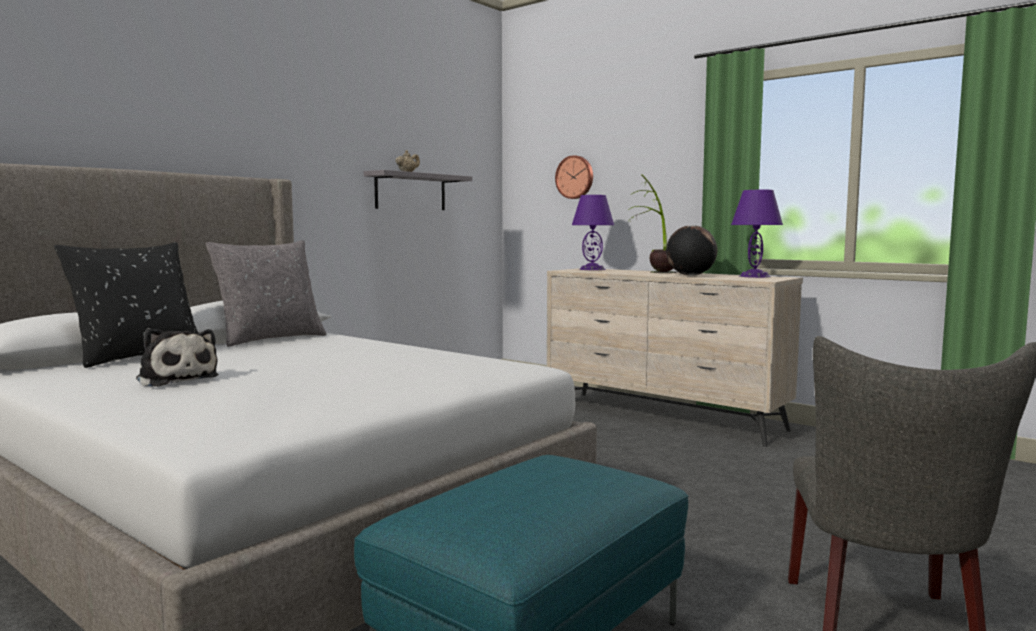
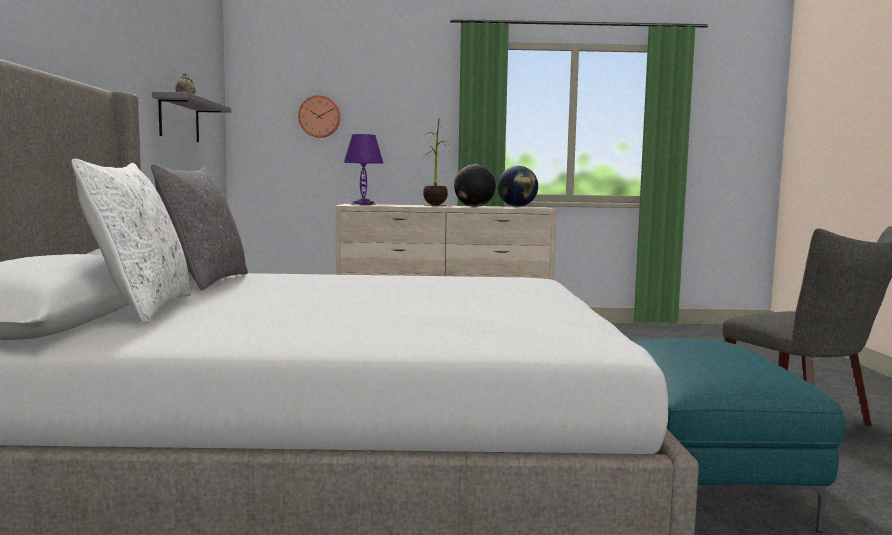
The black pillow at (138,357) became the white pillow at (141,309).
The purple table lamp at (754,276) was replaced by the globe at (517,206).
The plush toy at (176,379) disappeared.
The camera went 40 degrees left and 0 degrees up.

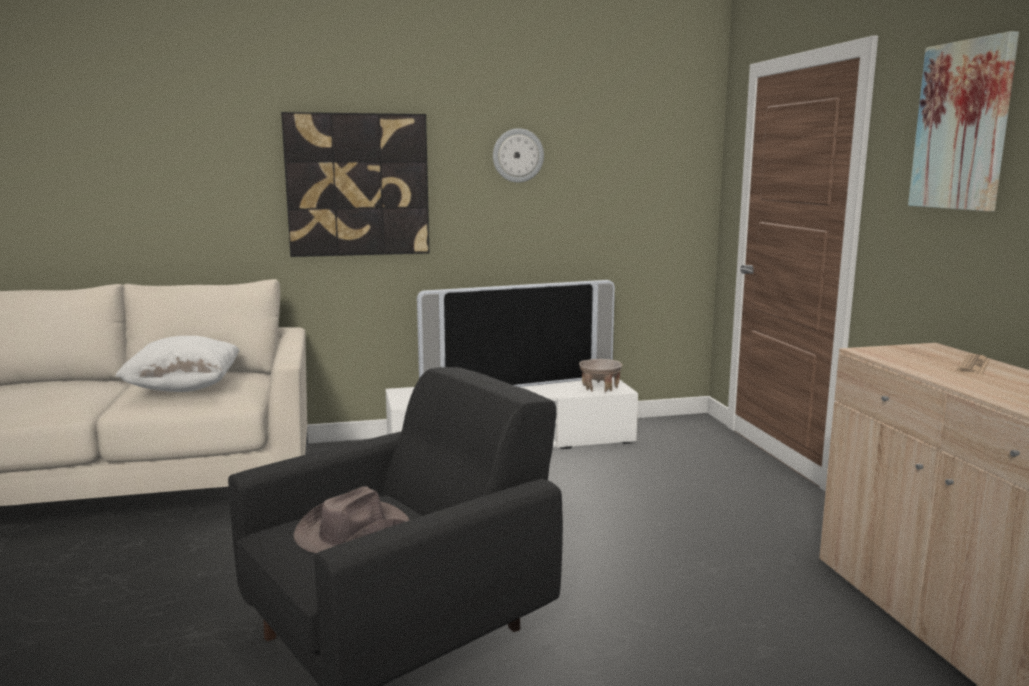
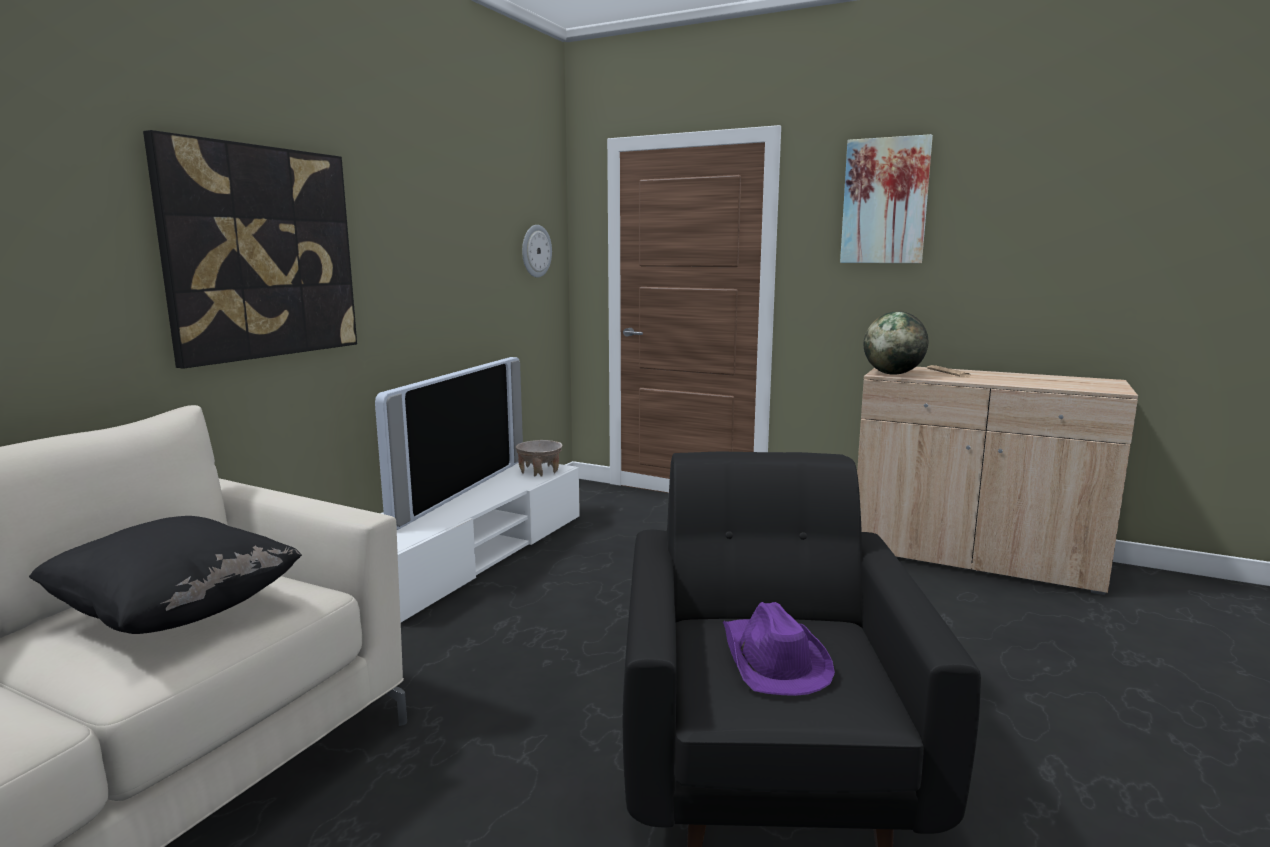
The white pillow at (184,388) became the black pillow at (177,614).
The wall clock moved from (518,155) to (535,251).
The brown hat at (351,531) became the purple hat at (772,659).
The globe at (892,374) appeared.
The camera went 50 degrees left and 0 degrees up.

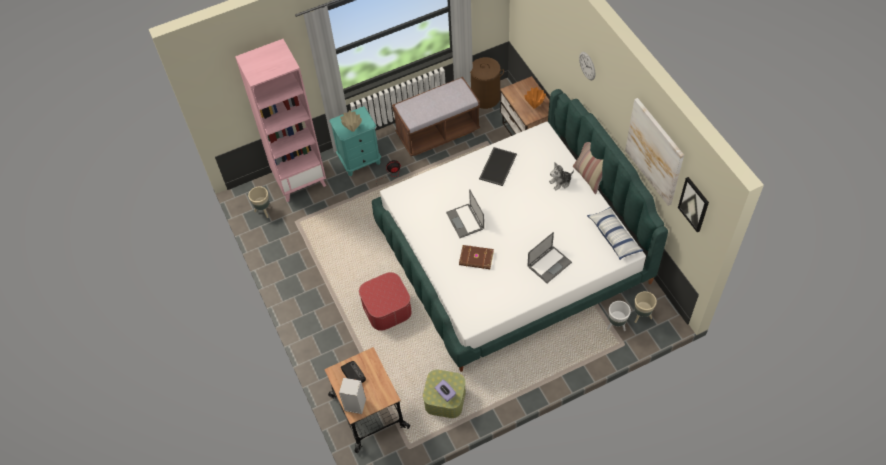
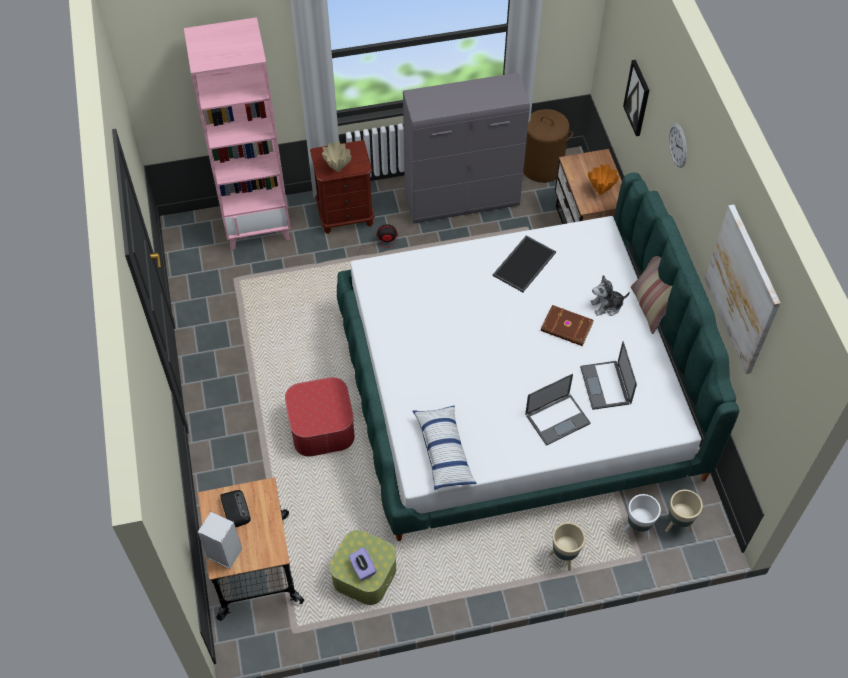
The turquoise nightstand at (360,161) became the brown nightstand at (346,216).
The brown bench at (438,133) was replaced by the grey cabinet at (463,201).
The pillow moved from (614,237) to (444,452).
The brown book moved from (476,259) to (566,328).
The beige planter moved from (263,211) to (564,557).
The laptop moved from (465,221) to (606,386).
The picture moved from (694,204) to (637,98).
The camera went 10 degrees right and 0 degrees up.

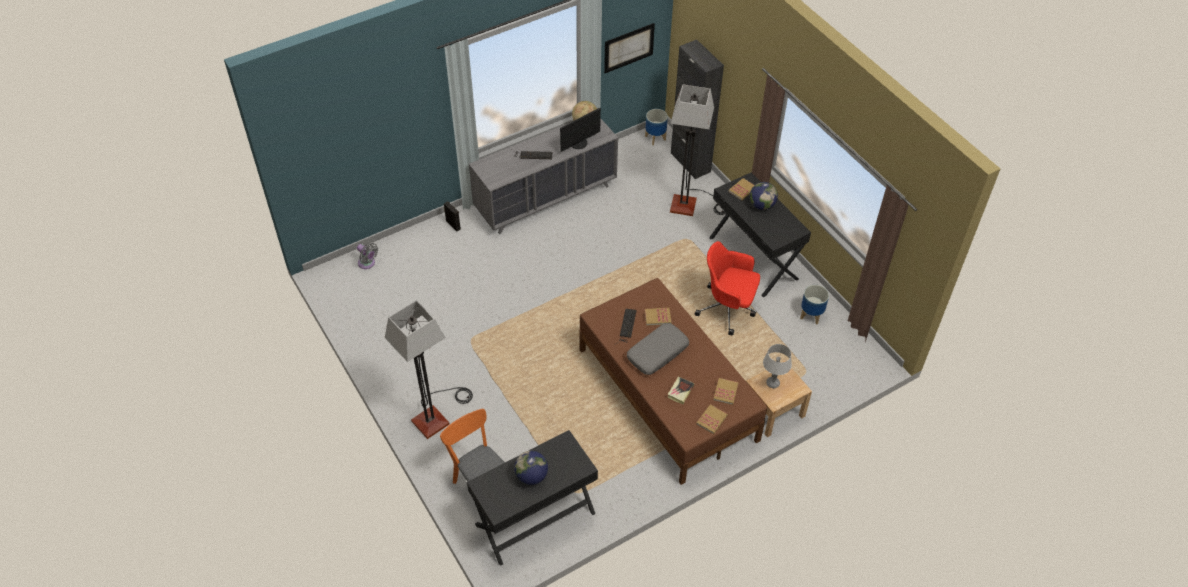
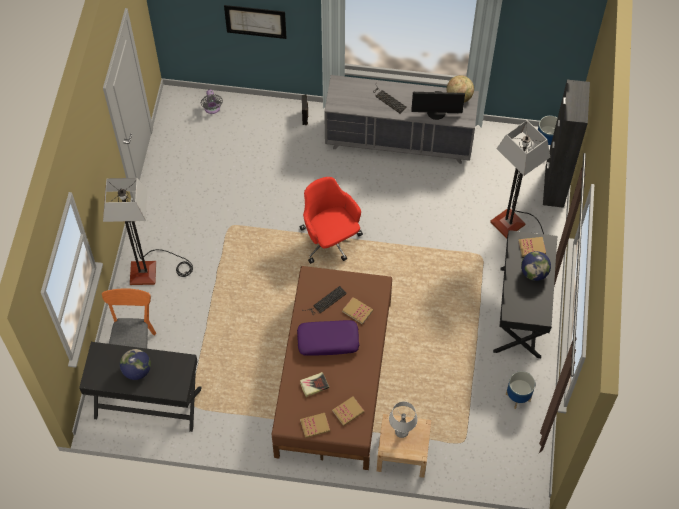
The picture moved from (629,48) to (255,21).
The grey pillow at (657,352) became the purple pillow at (328,340).
The red office chair moved from (727,309) to (330,240).
The camera went 40 degrees right and 10 degrees up.

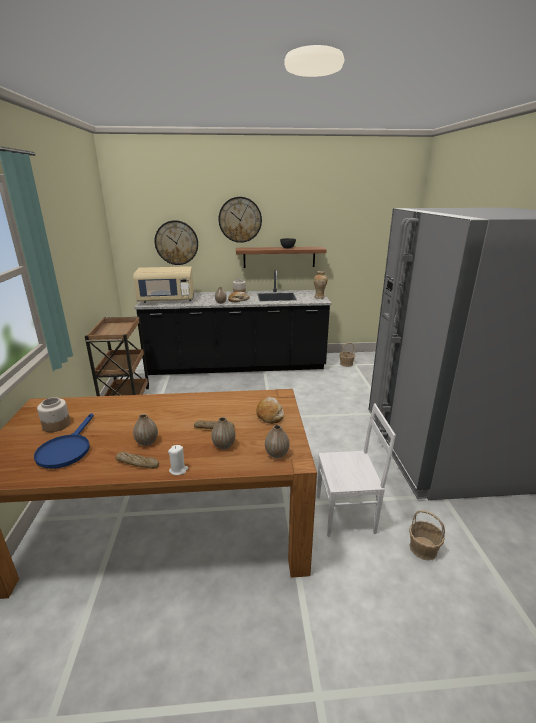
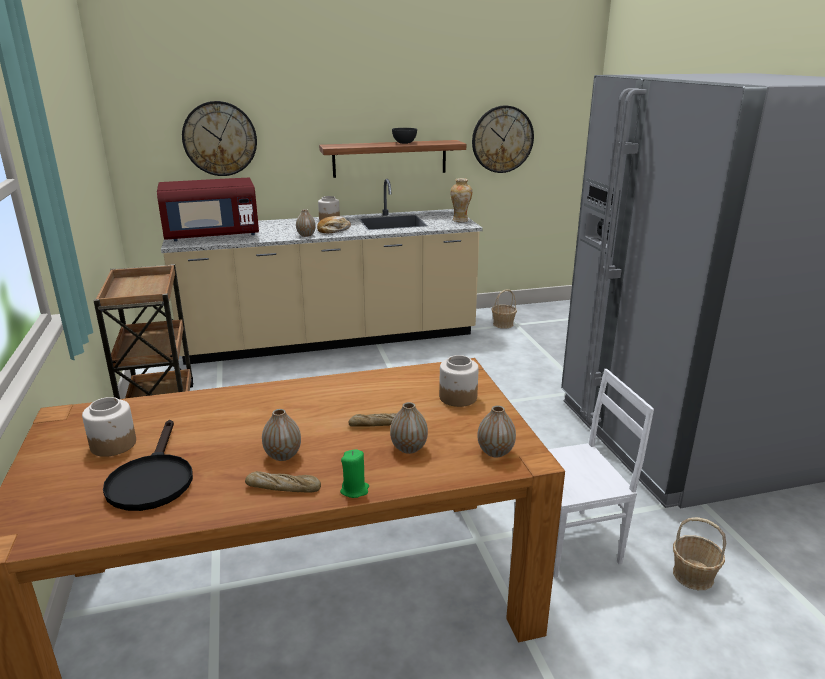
The blue frying pan at (67,449) became the black frying pan at (152,479).
The beige microwave at (167,300) became the red microwave at (212,235).
The black counter at (237,366) became the beige counter at (331,339).
The white candle at (178,470) became the green candle at (355,490).
The bread at (269,414) was replaced by the jar at (457,397).
The wall clock moved from (240,220) to (502,139).
The camera went 10 degrees left and 0 degrees up.

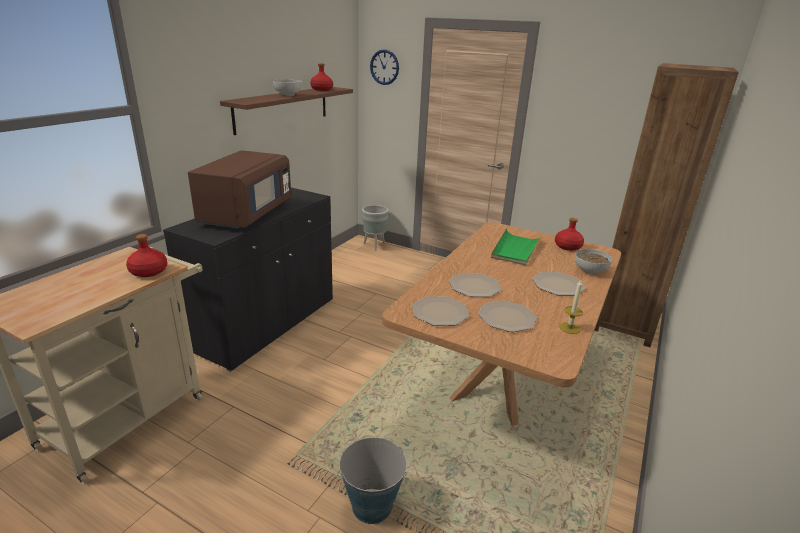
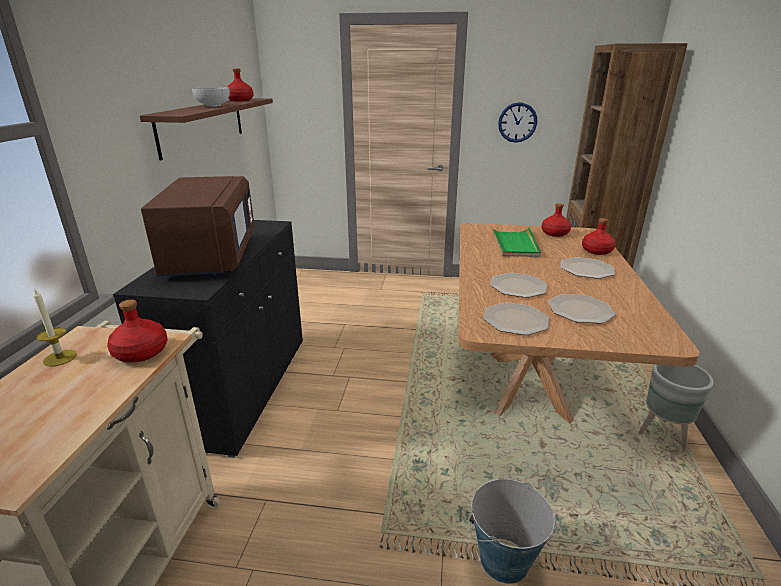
The candle moved from (569,328) to (60,358).
The wall clock moved from (384,67) to (517,122).
The bowl at (589,270) was replaced by the red bottle at (596,251).
The grey planter moved from (375,246) to (663,434).
The camera went 20 degrees left and 0 degrees up.

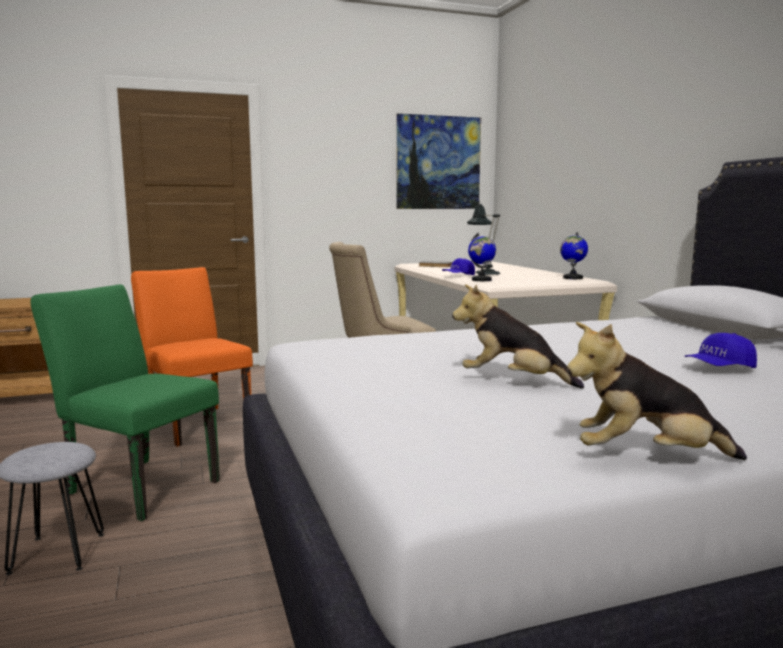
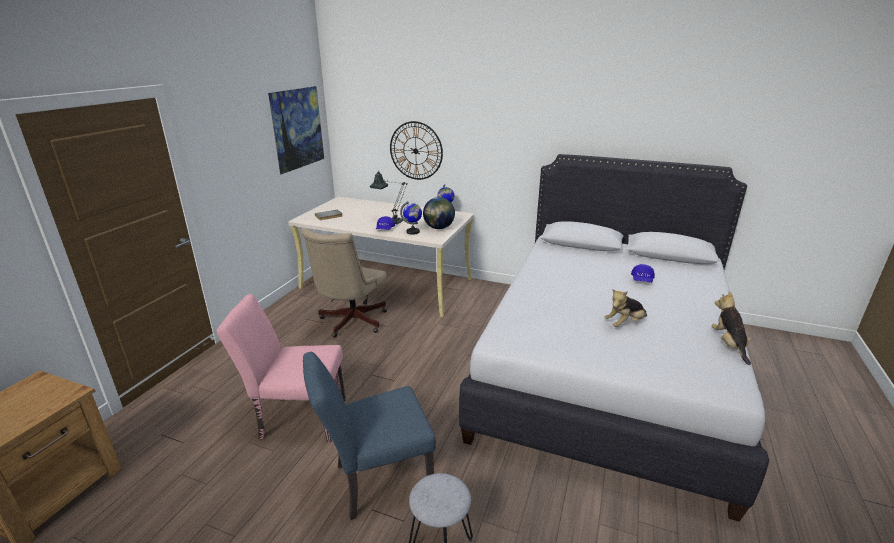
The orange chair at (196,423) became the pink chair at (297,418).
The green chair at (136,485) became the blue chair at (375,481).
The wall clock at (416,151) appeared.
The globe at (439,228) appeared.
The plush toy at (646,457) turned 135 degrees clockwise.
The camera went 50 degrees left and 15 degrees up.

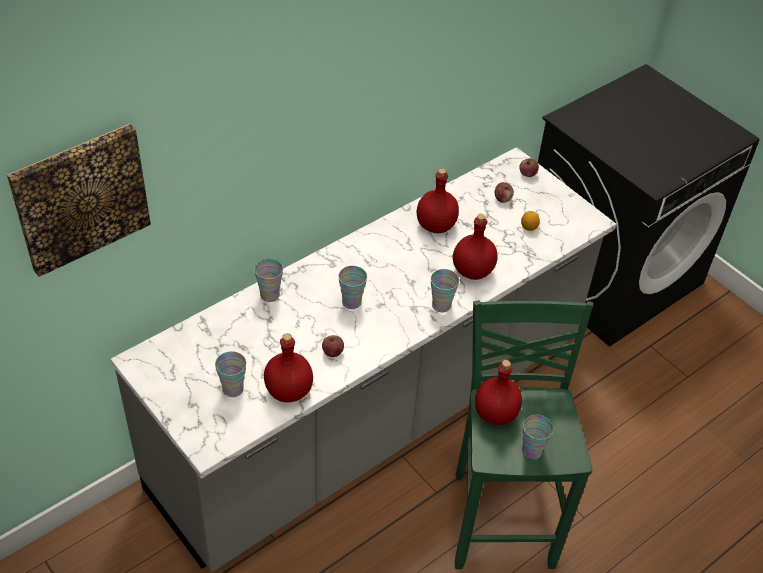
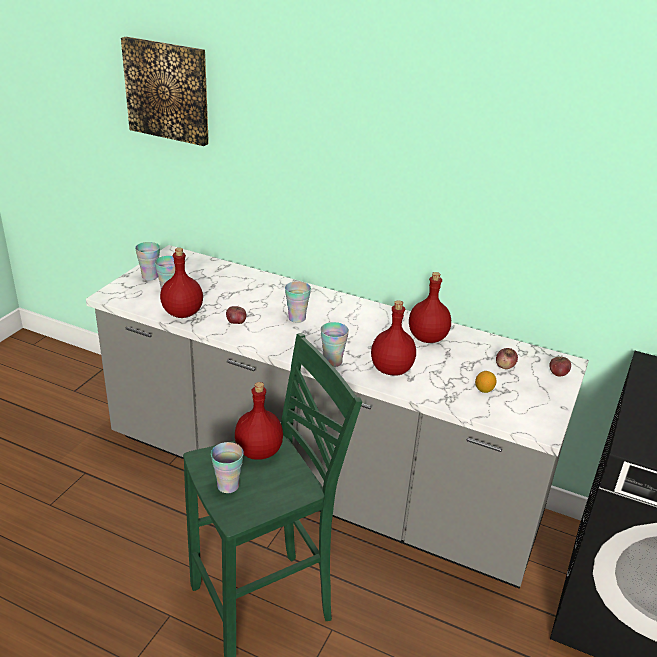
The cup moved from (269,295) to (150,276).
The camera went 65 degrees right and 15 degrees down.

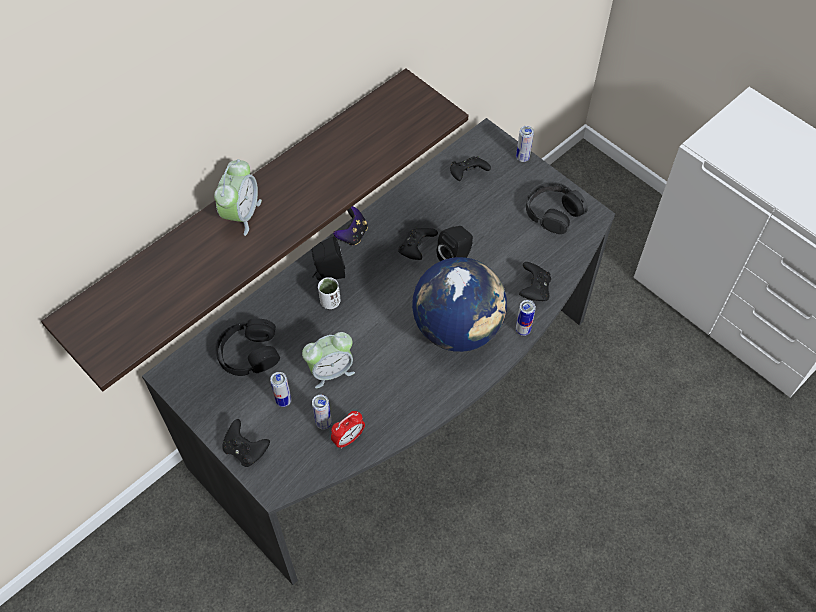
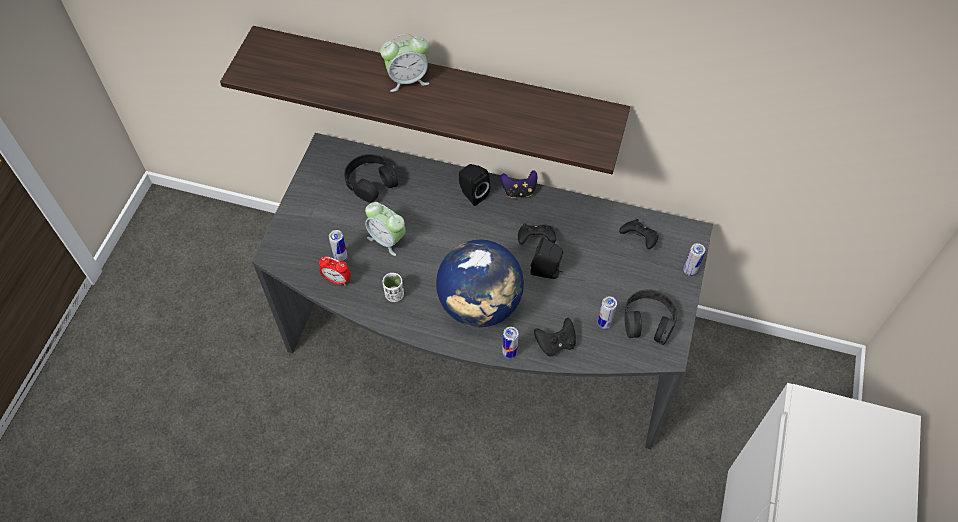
The white cup moved from (330,302) to (394,295).
The can moved from (283,401) to (604,323).
The black game controller at (246,450) disappeared.
The camera went 60 degrees right and 0 degrees up.

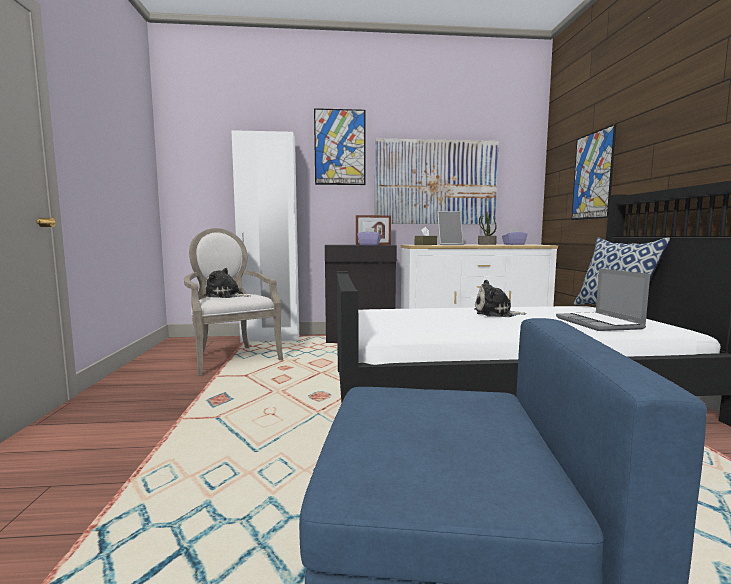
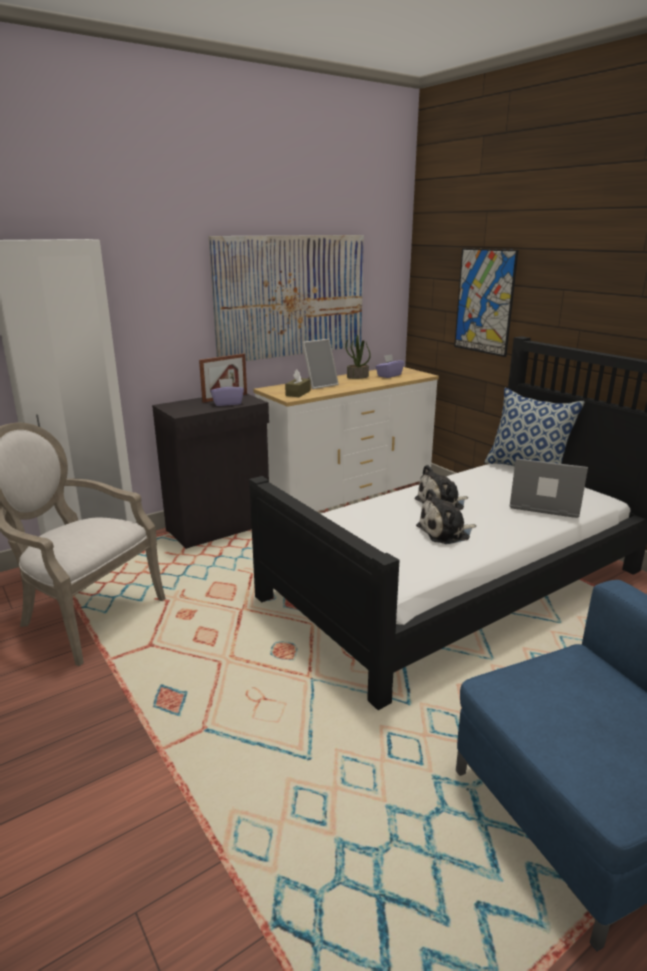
The plush toy moved from (226,296) to (446,532).
The laptop at (599,323) turned 150 degrees clockwise.
The picture at (340,147) disappeared.
The camera went 30 degrees left and 15 degrees up.

